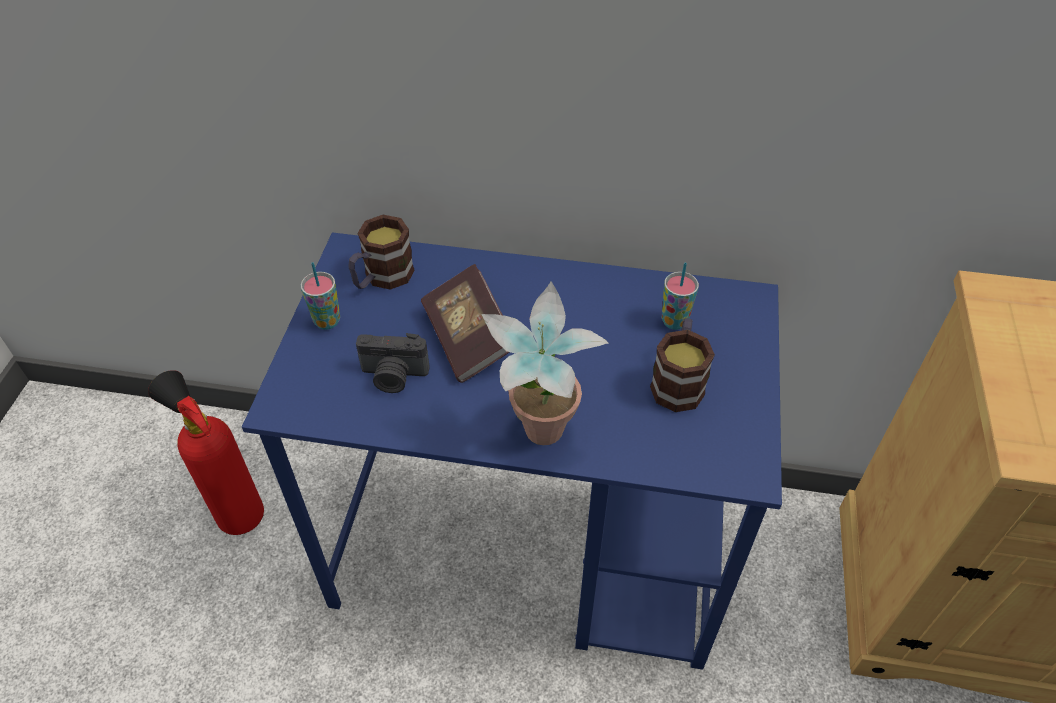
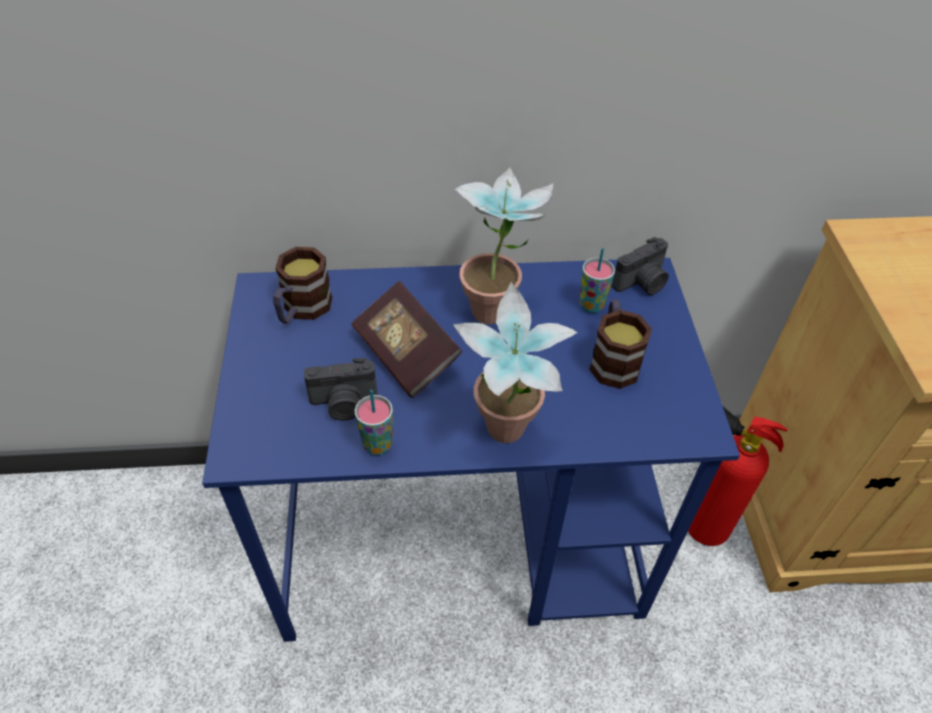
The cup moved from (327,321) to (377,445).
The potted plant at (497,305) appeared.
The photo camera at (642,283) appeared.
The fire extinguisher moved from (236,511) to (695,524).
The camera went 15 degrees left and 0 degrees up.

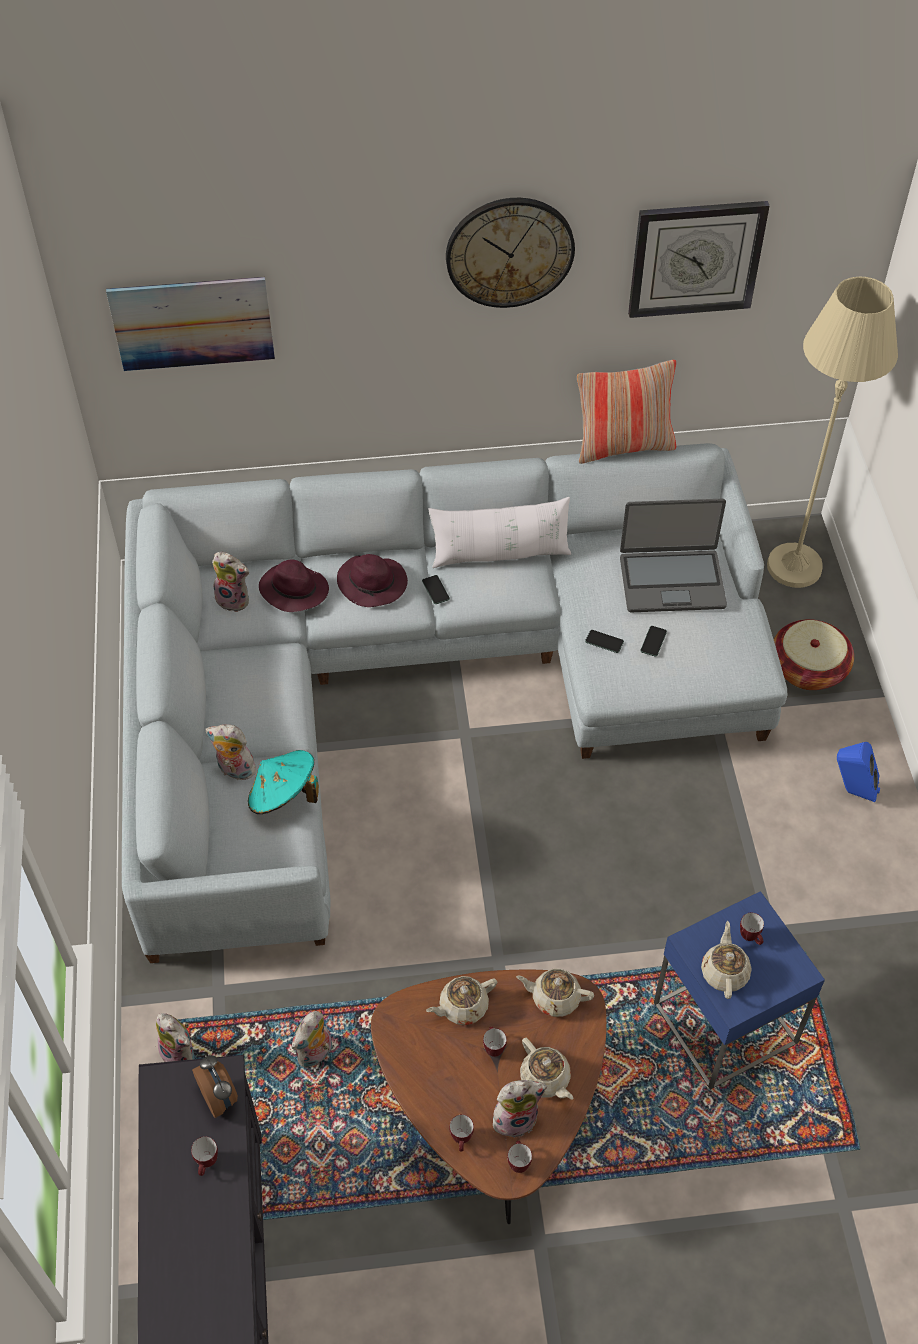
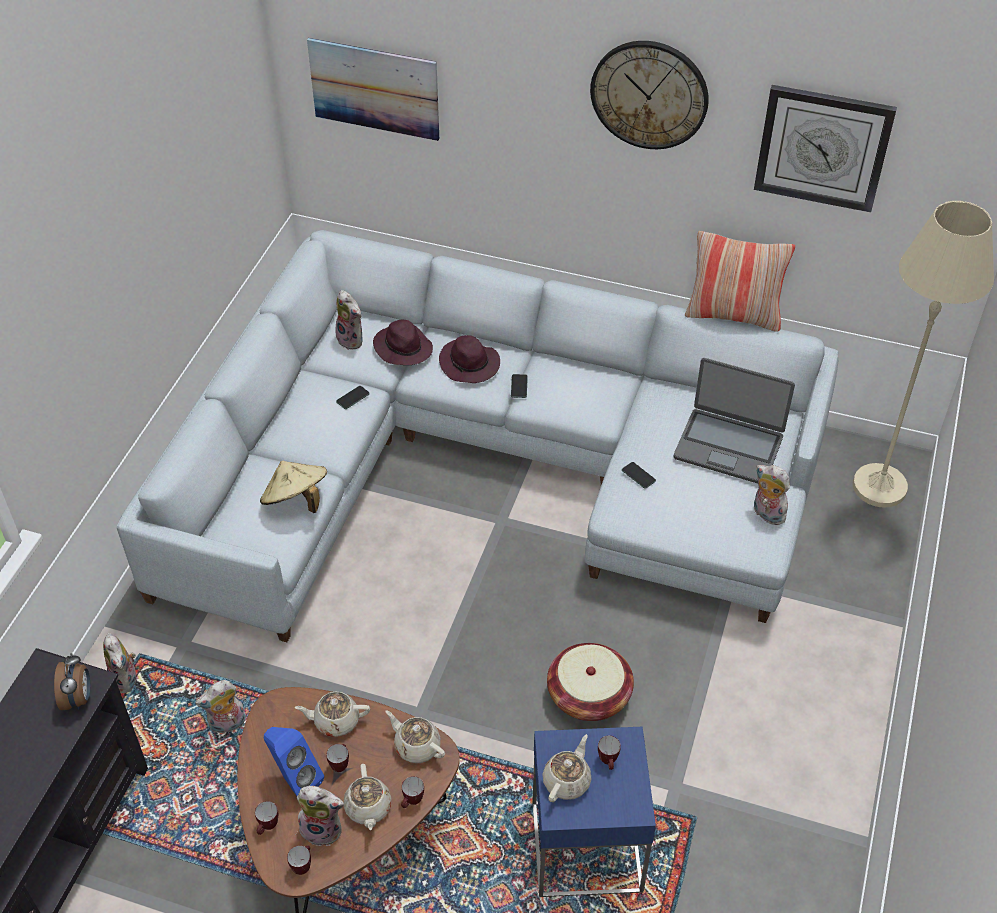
The turquoise hat at (283,796) became the beige hat at (296,501).
The blue speaker moved from (851,790) to (295,780).
The phone moved from (653,641) to (353,398).
The mug moved from (207,1164) to (412,802).
The basket moved from (808,669) to (589,695).
The plush toy moved from (234,770) to (766,514).
The white pillow at (500,554) disappeared.
The camera went 25 degrees right and 5 degrees down.

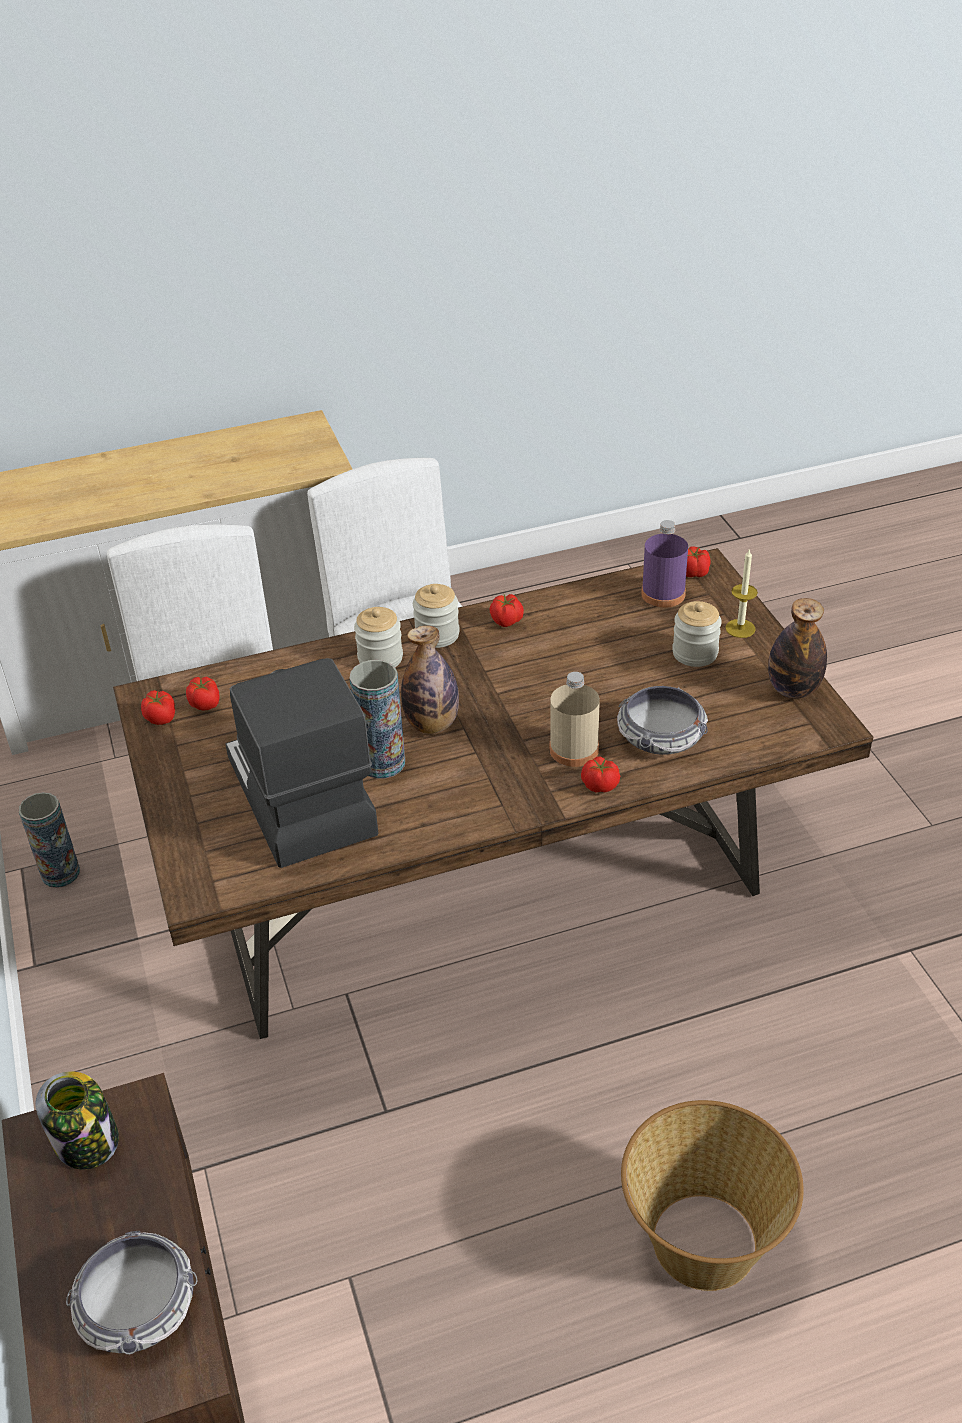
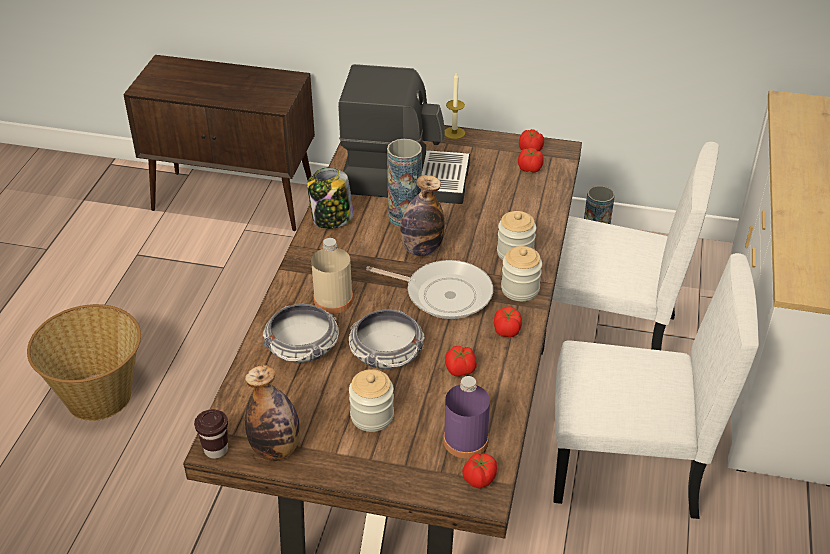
The brown cup at (216,450) appeared.
The jar moved from (87,1142) to (332,219).
The bowl moved from (138,1307) to (386,352).
The frying pan at (444,294) appeared.
The candle moved from (740,628) to (454,133).
The tomato moved from (600,786) to (460,370).
The camera went 120 degrees right and 0 degrees up.

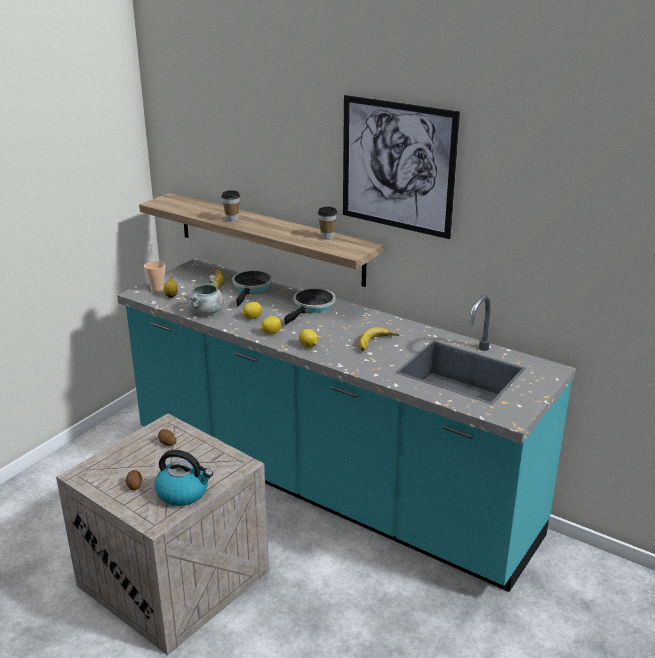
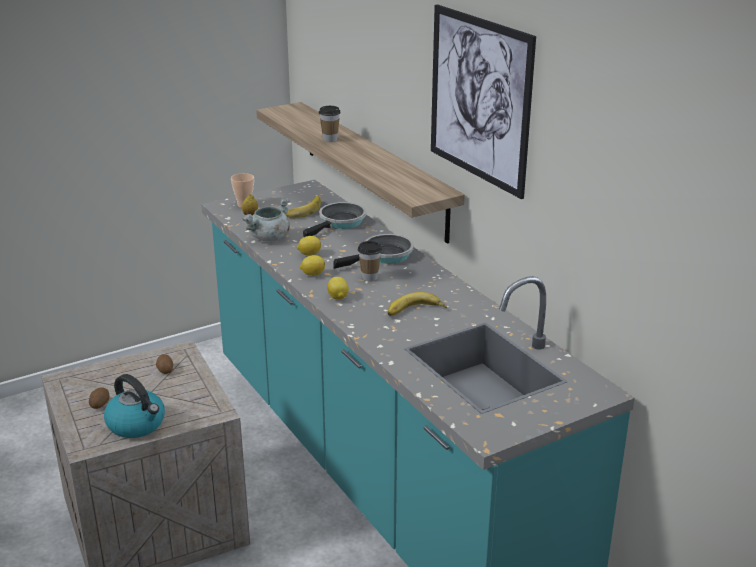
The cup moved from (327,237) to (369,278).
The camera went 25 degrees right and 0 degrees up.

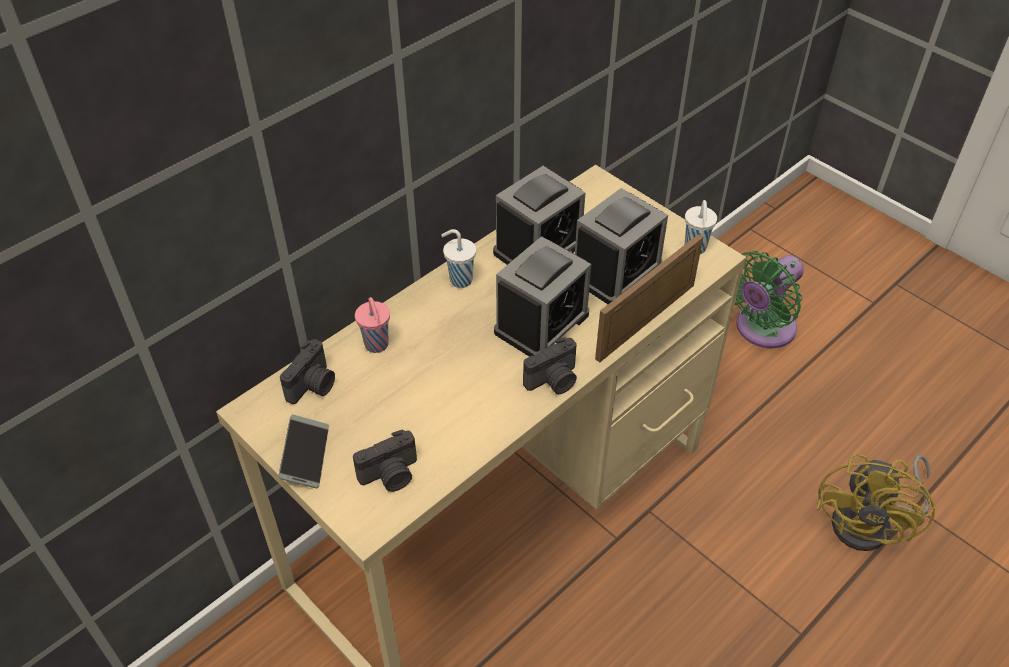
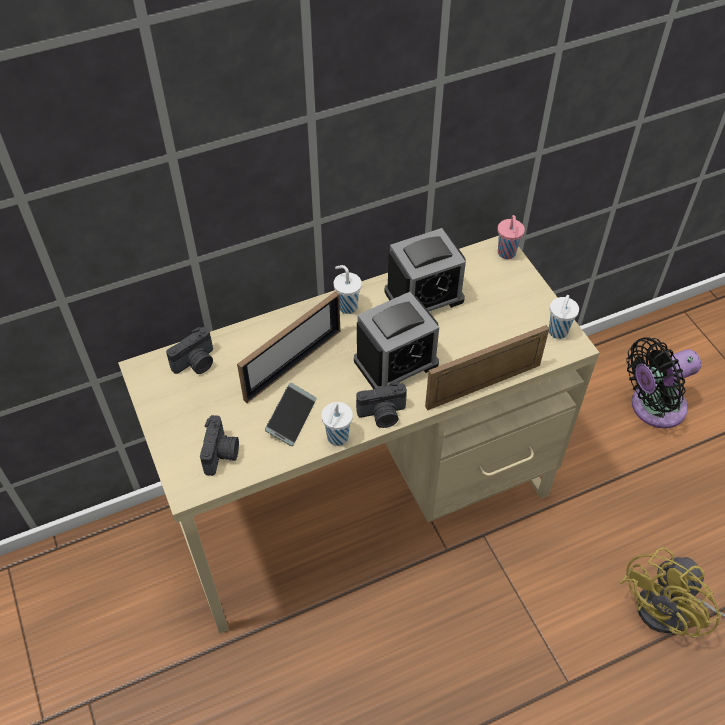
The photo camera at (391,475) turned 75 degrees counterclockwise.
The picture frame at (293,364) appeared.
The phone moved from (305,456) to (291,418).
The white cup at (337,438) appeared.
The pink cup moved from (377,345) to (506,254).
The green fan at (761,329) became the black fan at (653,407).
The alarm clock at (616,272) disappeared.
The camera went 20 degrees right and 5 degrees up.

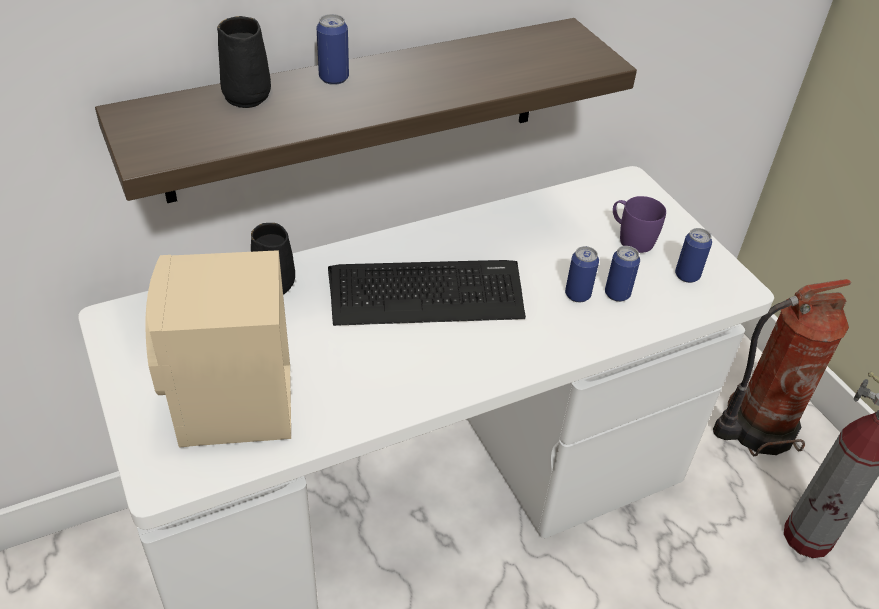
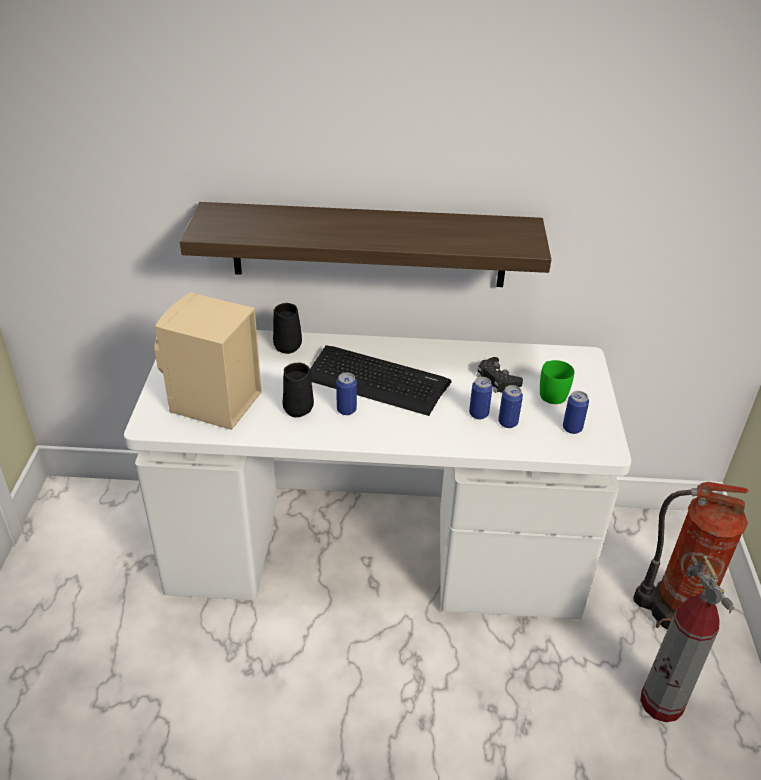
The black mug moved from (248,95) to (299,407).
The can moved from (334,78) to (346,410).
The black game controller at (497,380) appeared.
The purple mug at (630,238) became the green mug at (550,392).
The camera went 30 degrees right and 5 degrees down.

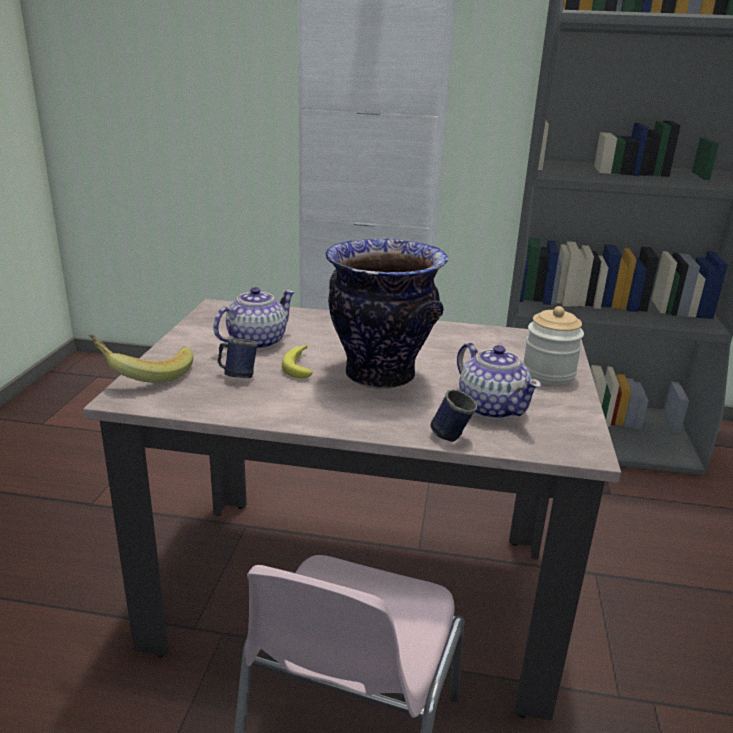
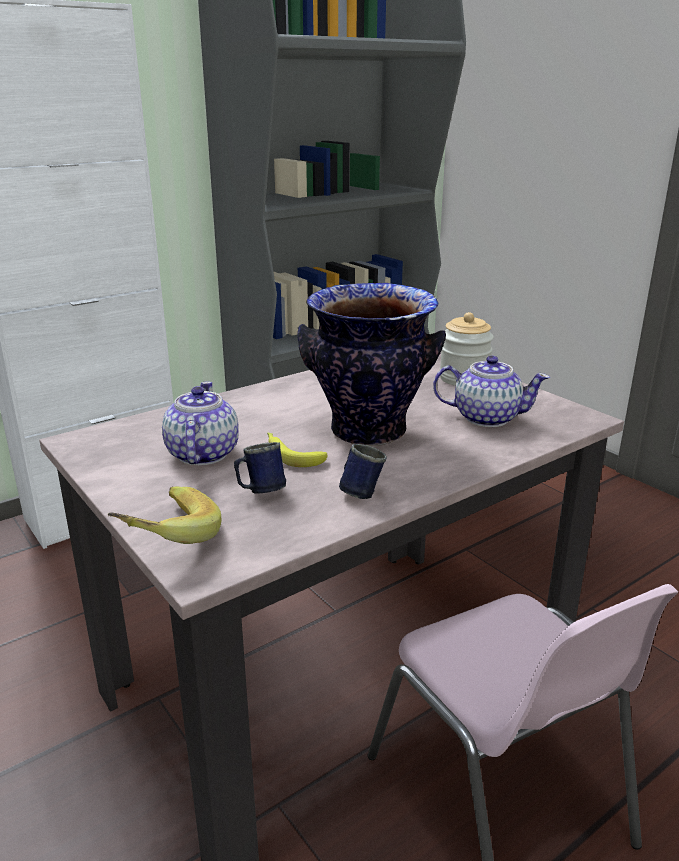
The blue mug moved from (452,434) to (359,491).
The camera went 45 degrees left and 0 degrees up.

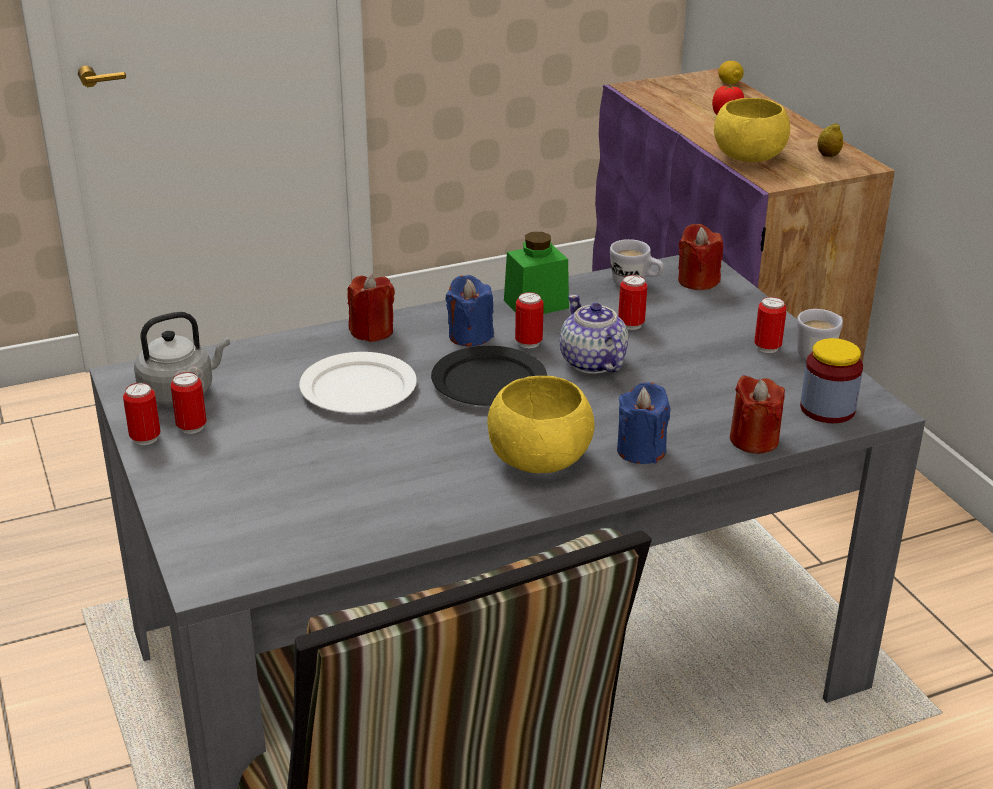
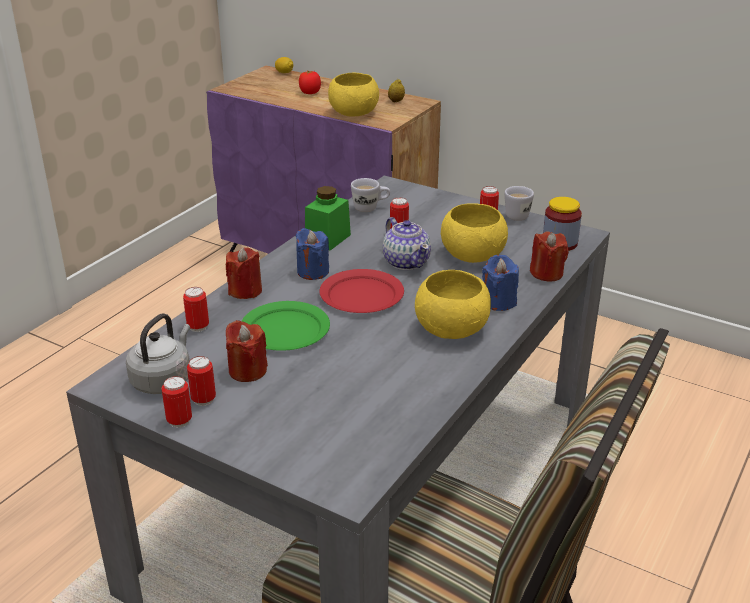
The can moved from (528,343) to (198,327).
The red candle moved from (697,281) to (247,371).
The white plate at (358,388) became the green plate at (284,330).
The black plate at (489,381) became the red plate at (361,295).
The teapot at (592,363) turned 150 degrees counterclockwise.
The yellow bowl at (472,255) appeared.
The camera went 35 degrees left and 0 degrees up.

